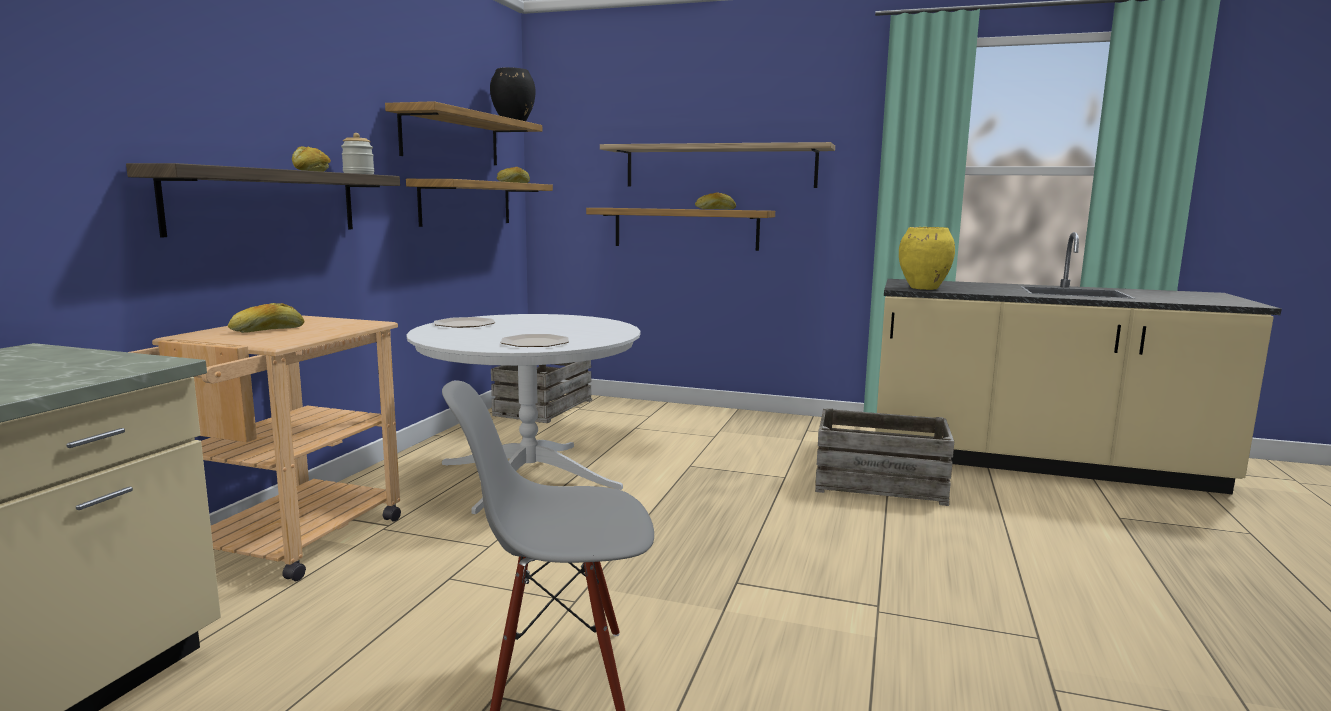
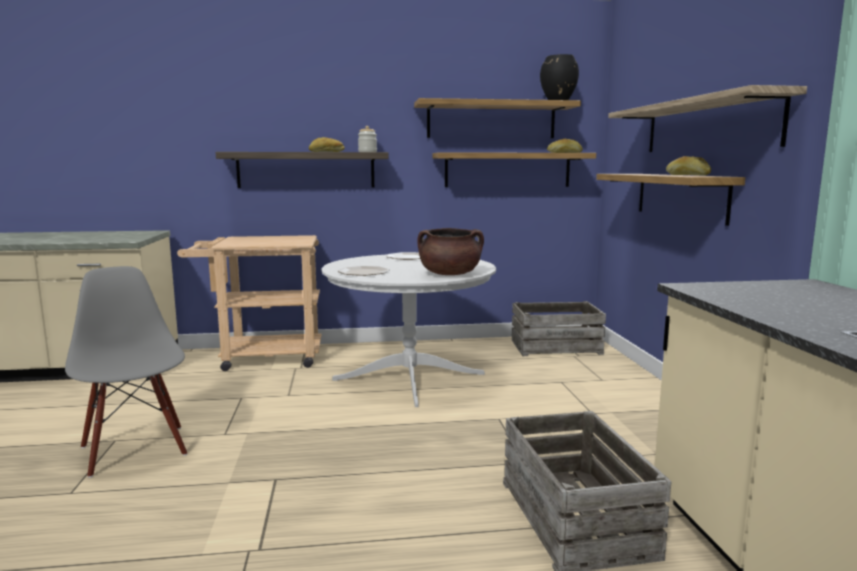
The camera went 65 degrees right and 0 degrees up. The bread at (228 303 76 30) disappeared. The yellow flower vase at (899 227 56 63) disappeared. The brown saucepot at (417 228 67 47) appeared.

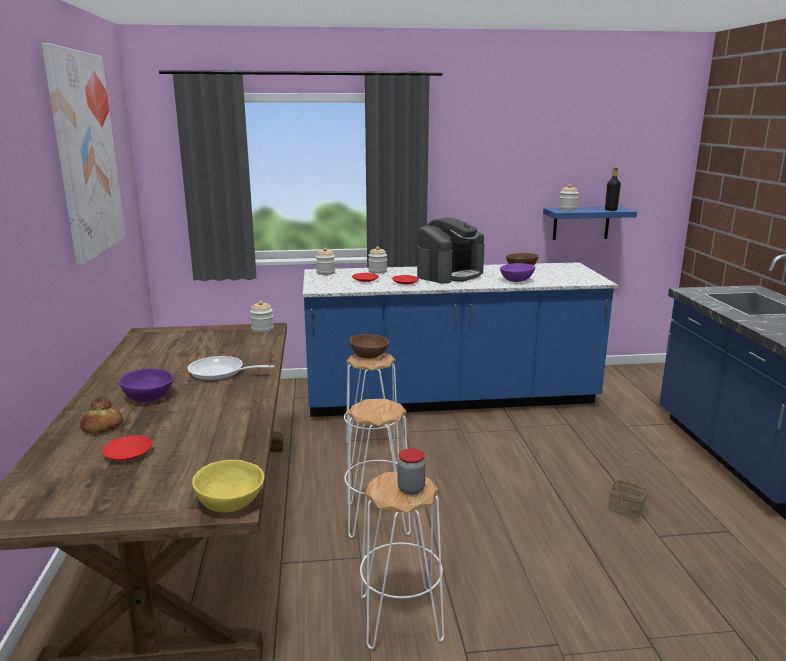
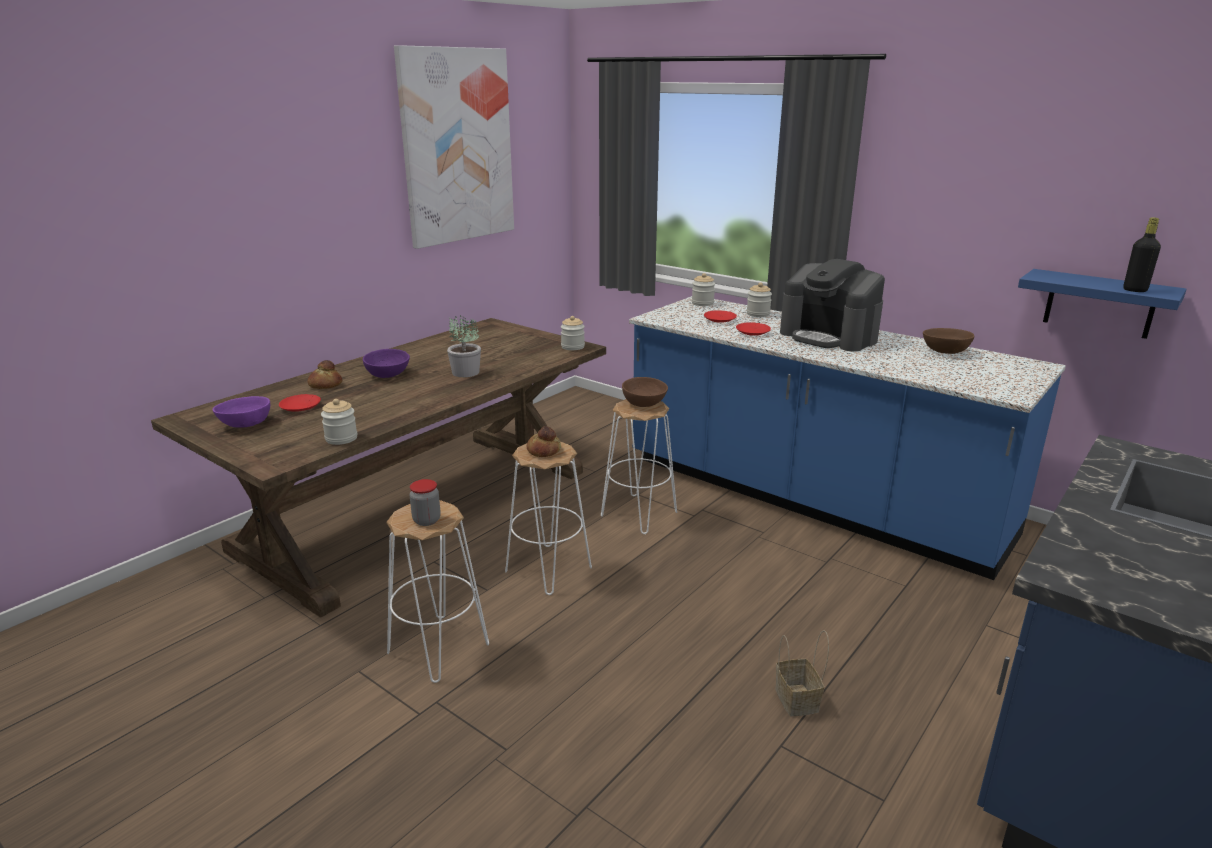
The camera went 45 degrees right and 5 degrees up. The pan at (187 356 88 24) was replaced by the houseplant at (447 315 34 62). The yellow serving bowl at (192 460 72 53) disappeared. The coffee machine at (417 218 68 66) turned 45 degrees clockwise. The purple-coloured serving bowl moved from (500 263 35 19) to (213 396 57 32). The preserve jar moved from (559 184 19 26) to (321 399 36 46). The bread at (527 426 34 31) appeared.

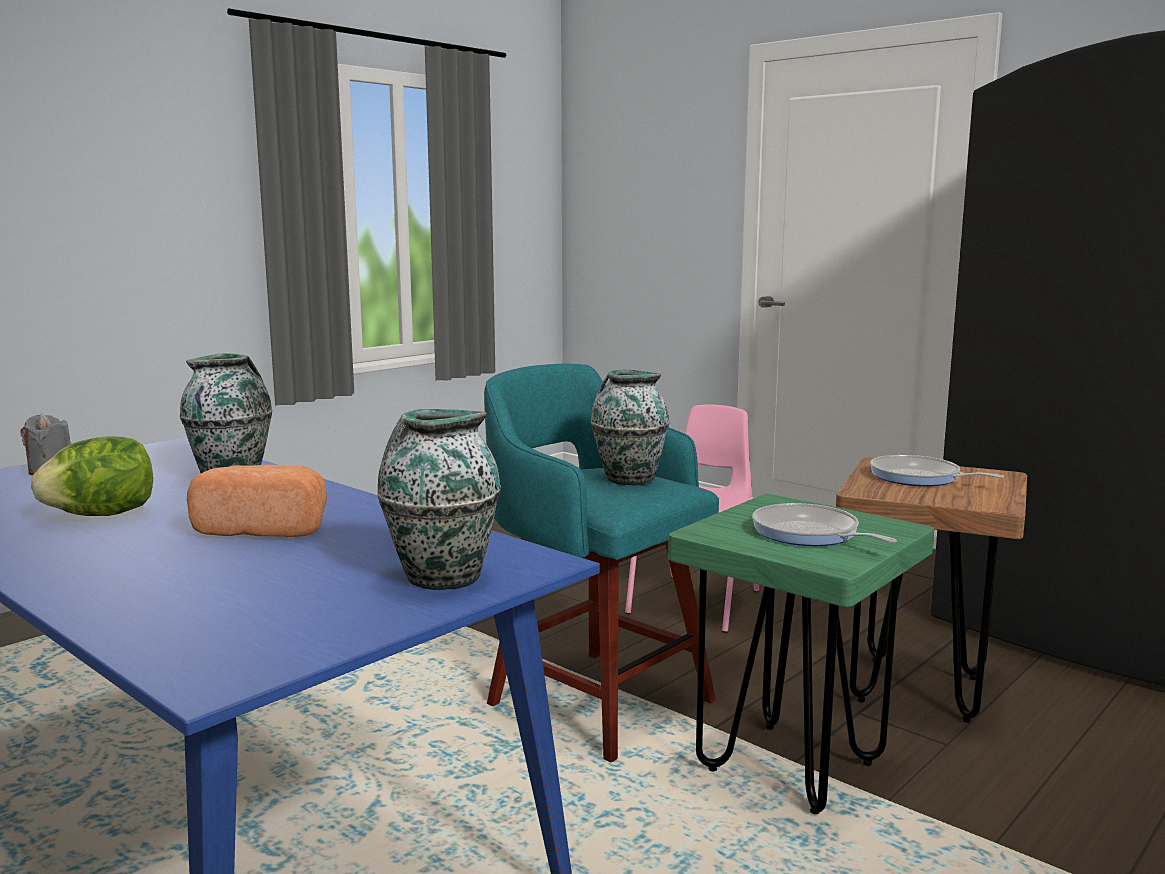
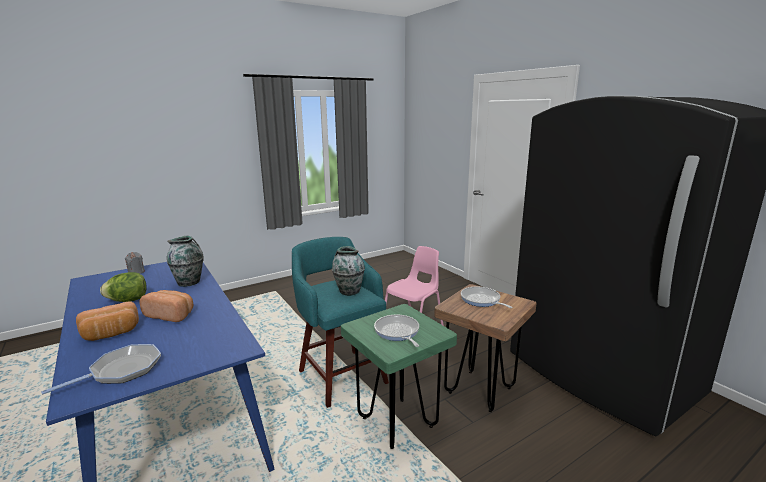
The camera went 15 degrees right and 5 degrees up. The flower vase at (377 409 124 181) disappeared. The pan at (41 344 120 51) appeared. The bread at (76 301 63 40) appeared.

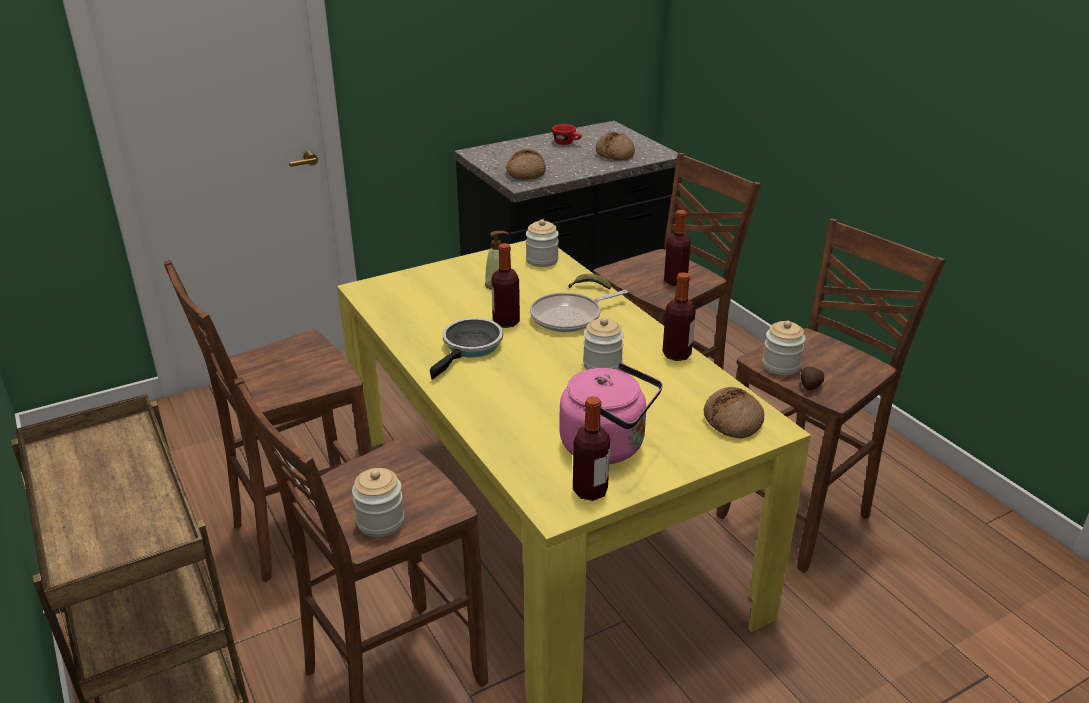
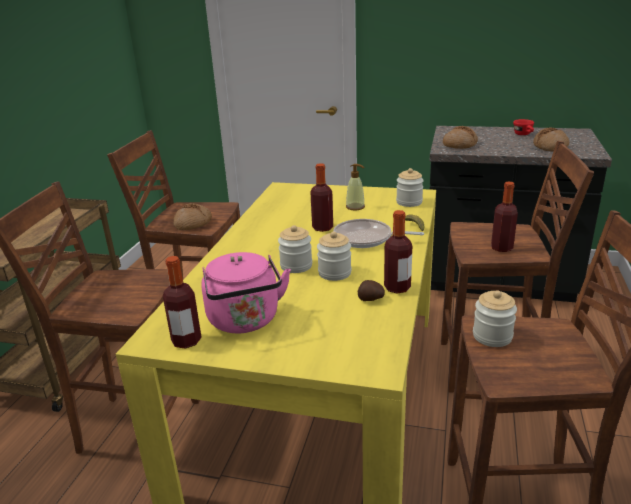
The camera went 45 degrees right and 5 degrees down. The preserve jar moved from (352 468 52 69) to (278 225 34 48). The pan at (430 318 73 62) disappeared. The bread moved from (704 387 60 51) to (173 203 39 27). The whole potato moved from (801 367 23 24) to (358 280 27 21).

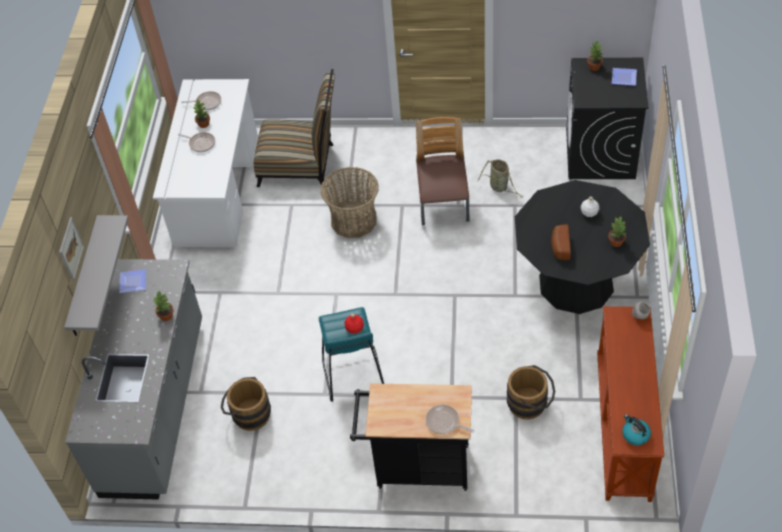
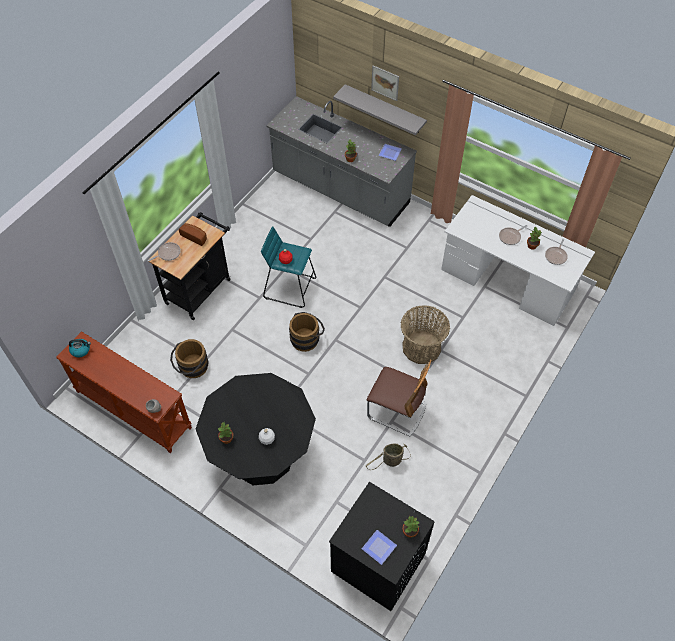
The camera went 115 degrees right and 5 degrees up. The brown bucket moved from (221 377 50 54) to (289 312 36 40). The plain chair at (254 69 81 119) disappeared. The bread moved from (551 225 20 35) to (179 223 28 23).

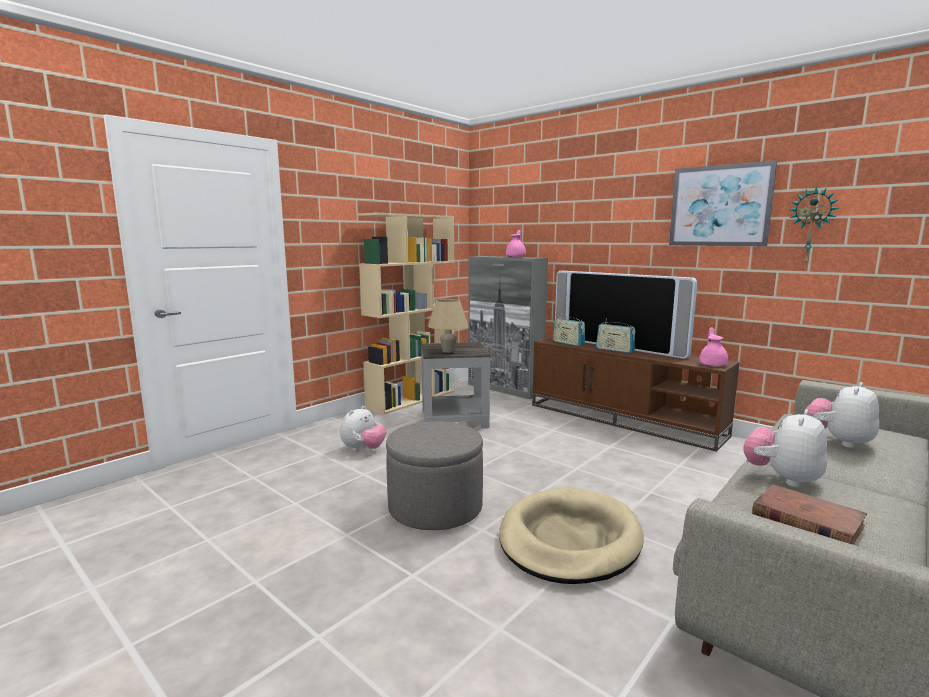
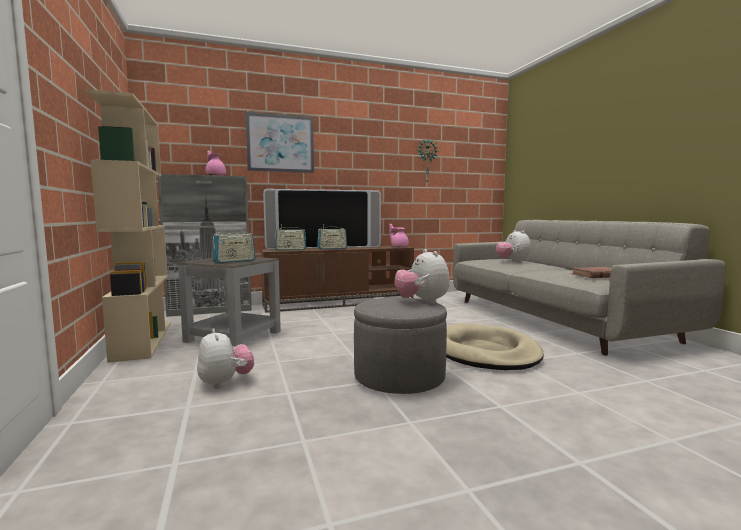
The camera went 60 degrees left and 5 degrees down. The beige-coloured tabletop lamp at (428 299 40 54) was replaced by the radio at (213 227 42 36). The picture moved from (669 160 108 86) to (246 112 68 61). The cuddly toy moved from (743 409 84 78) to (394 249 56 55).

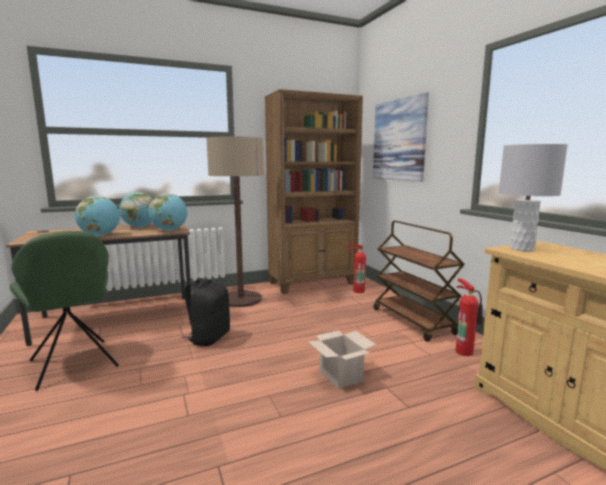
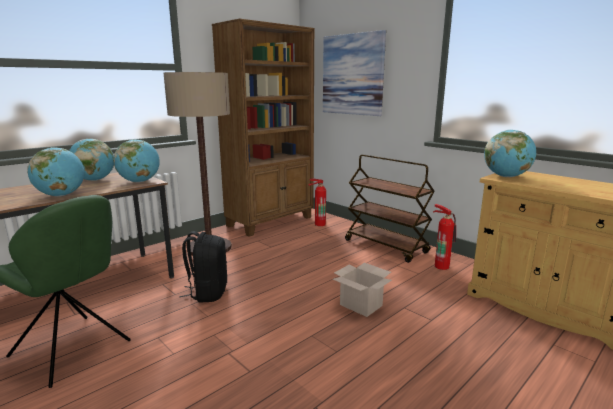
The camera went 20 degrees left and 5 degrees up. The greyish tabletop lamp at (499 144 69 108) was replaced by the desk globe at (484 130 52 47).

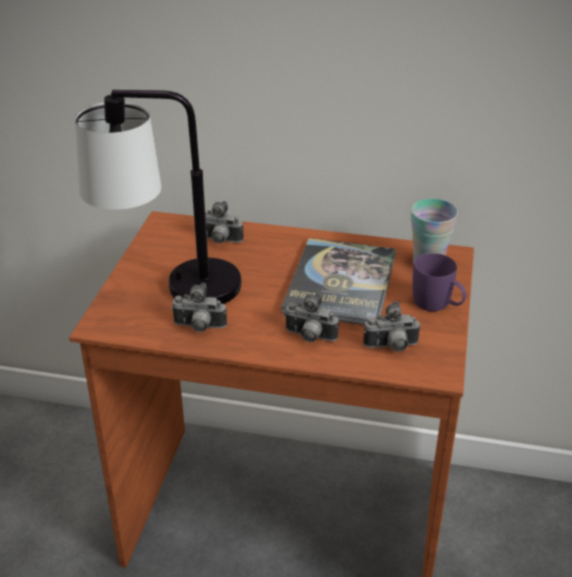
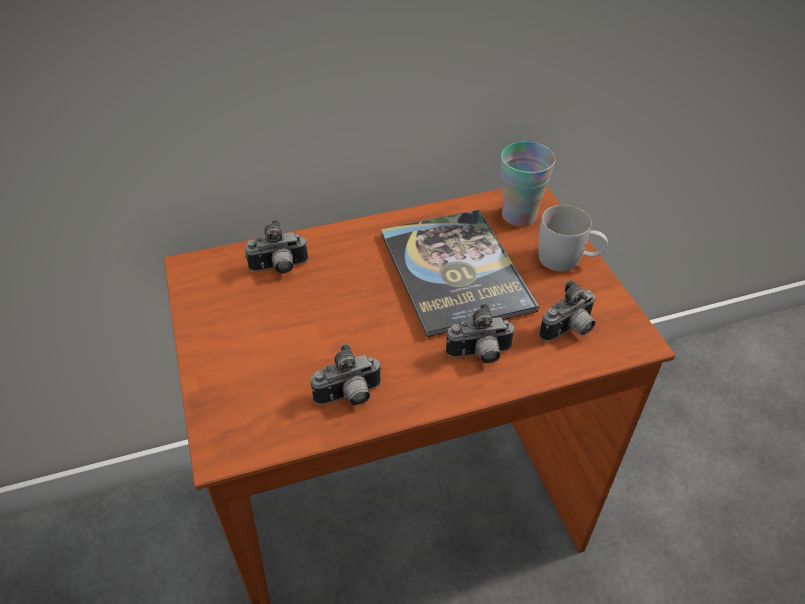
The camera went 30 degrees left and 10 degrees up. The tabletop lamp at (75 90 167 214) disappeared. The purple-coloured mug at (412 253 54 58) became the whitish mug at (538 205 70 67).

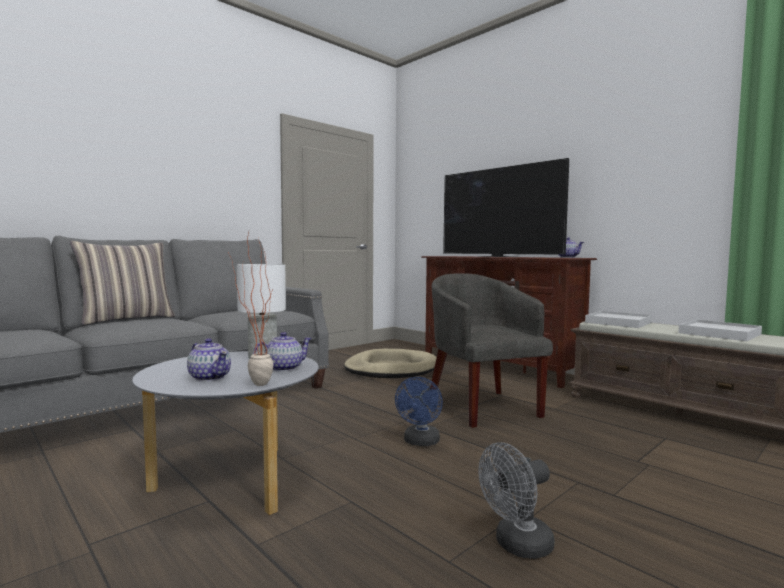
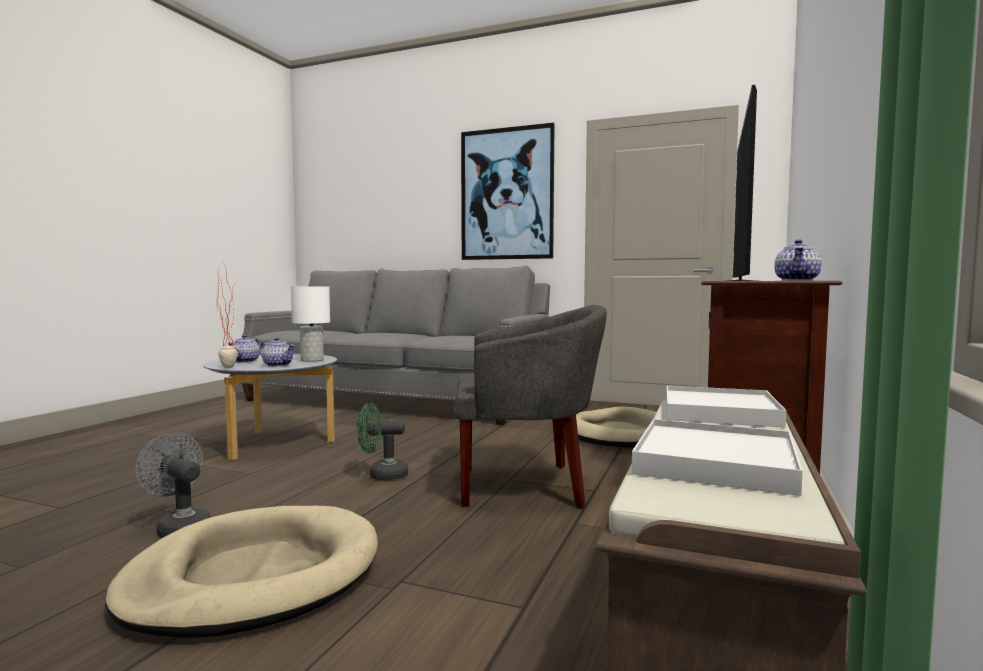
The camera went 65 degrees right and 0 degrees up. The cushion at (70 241 105 84) disappeared. The bluish electric fan at (395 377 48 69) became the greenish electric fan at (357 403 51 77). The greyish easy chair at (430 273 123 155) turned 45 degrees clockwise. The beige-coloured dog cushion at (105 506 273 132) appeared. The picture at (461 123 94 137) appeared.

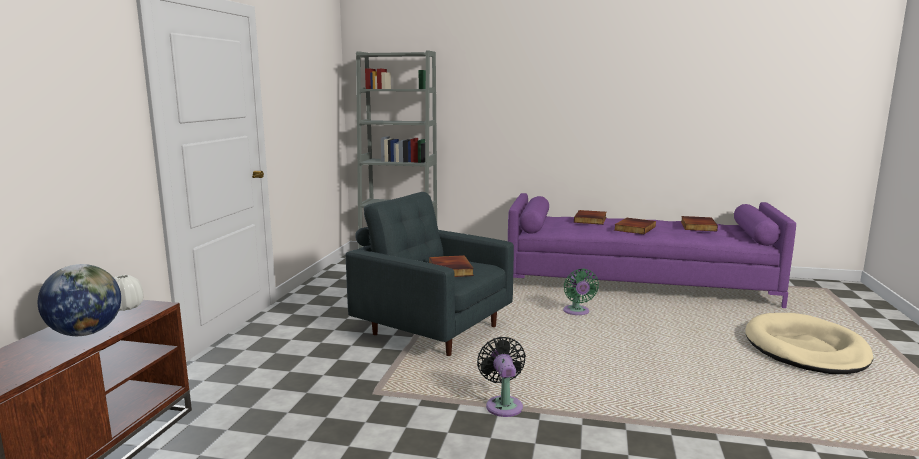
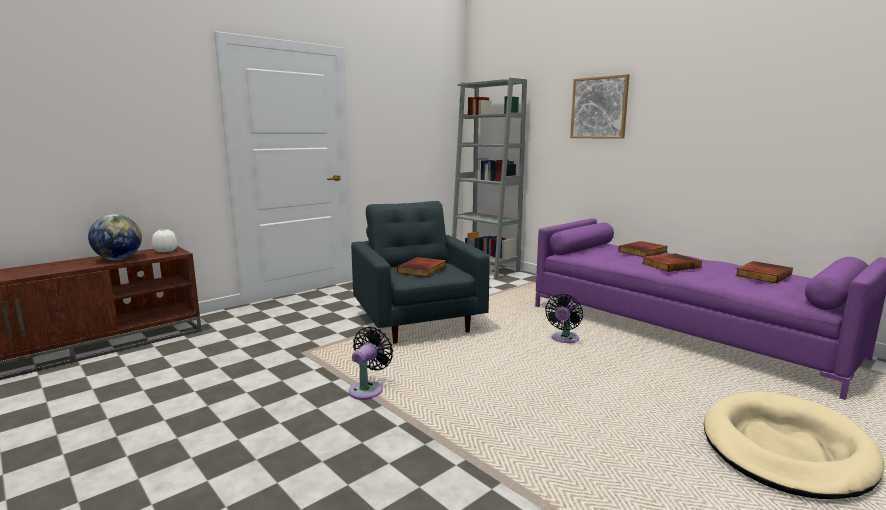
The camera went 35 degrees right and 0 degrees up. The greenish electric fan at (563 269 36 46) became the black electric fan at (545 294 38 49). The picture at (570 74 59 65) appeared.

